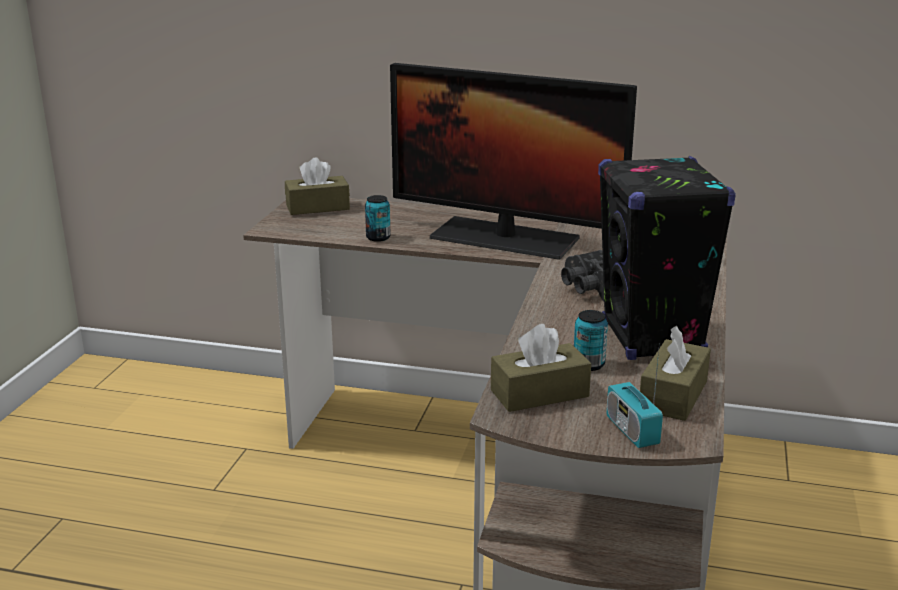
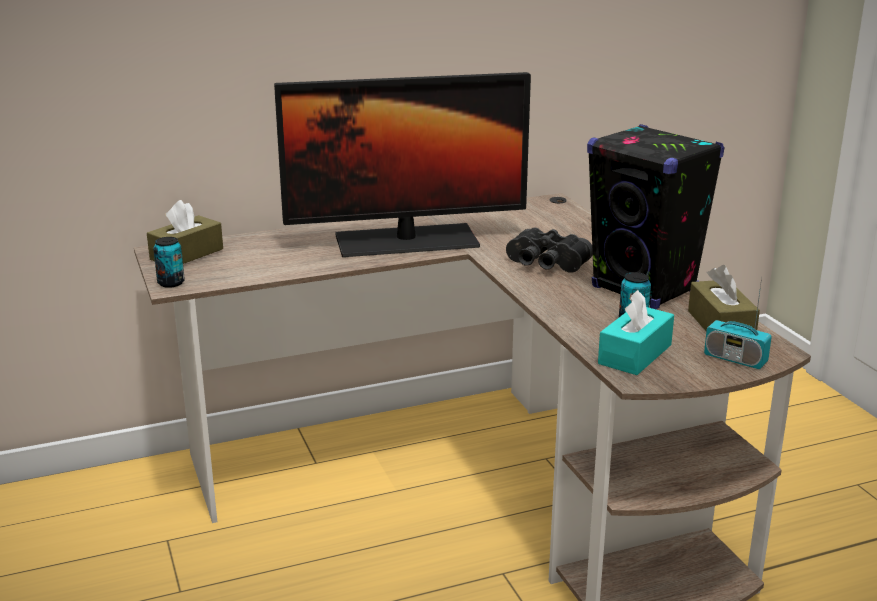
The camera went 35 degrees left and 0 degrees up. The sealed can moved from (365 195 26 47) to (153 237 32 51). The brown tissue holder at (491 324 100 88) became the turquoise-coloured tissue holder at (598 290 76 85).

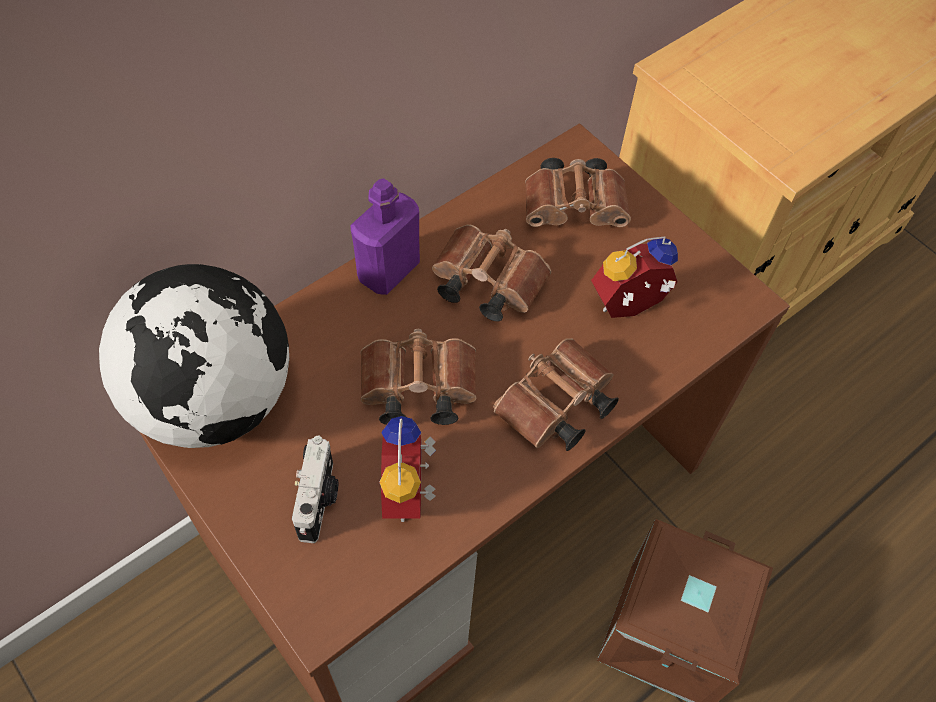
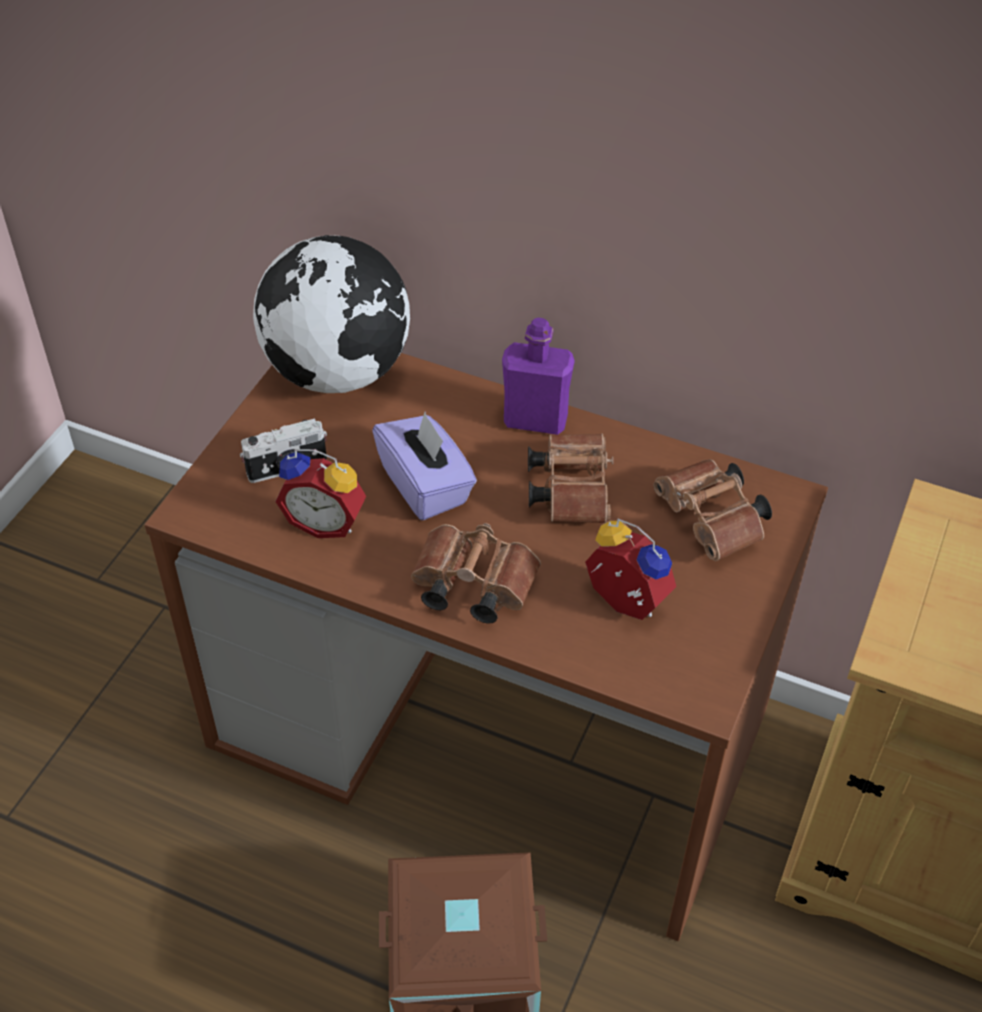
The camera went 65 degrees right and 10 degrees down. The brown binoculars at (360 329 116 96) was replaced by the purple-coloured tissue holder at (372 412 105 108). The table clock at (379 416 57 106) turned 135 degrees counterclockwise.

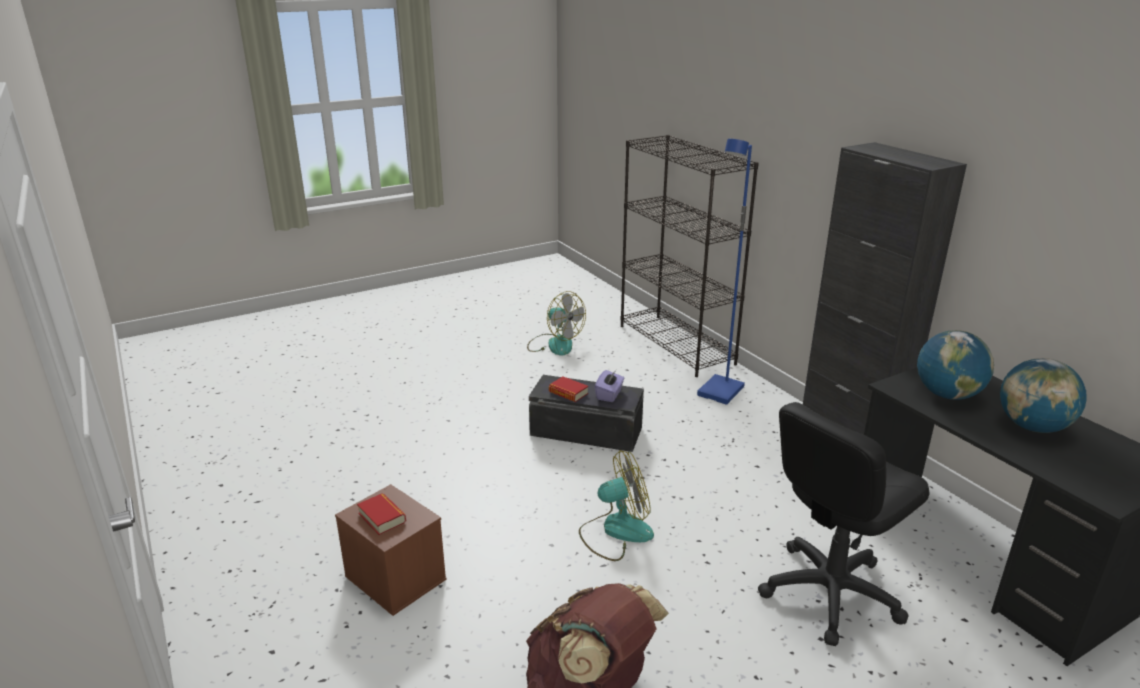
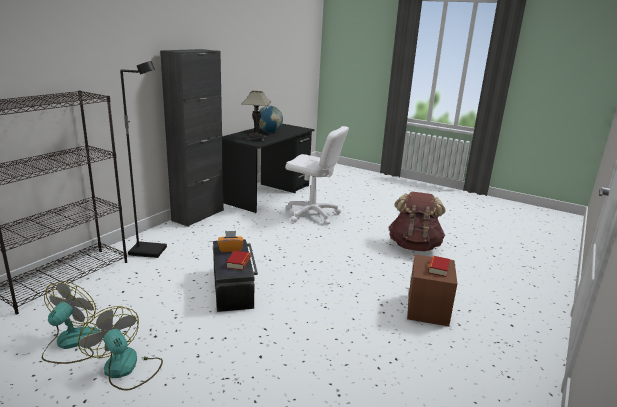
The camera went 120 degrees left and 5 degrees down. The electric fan moved from (579 450 75 111) to (78 306 85 85). The purple-coloured tissue holder at (595 370 29 32) became the orange-coloured tissue holder at (218 231 26 21). The bluish floor lamp at (697 139 55 266) became the black floor lamp at (120 61 47 197). The black desk chair at (758 402 171 244) became the whitish desk chair at (285 126 64 99). The desk globe at (917 330 77 70) was replaced by the tabletop lamp at (241 91 31 50).

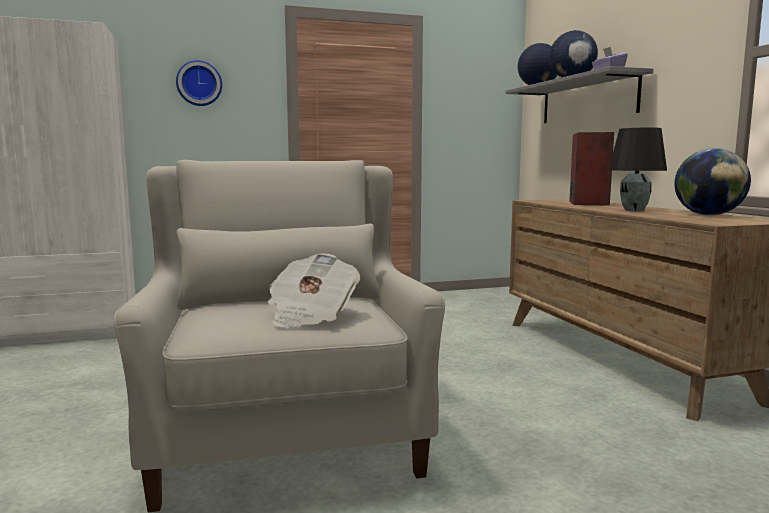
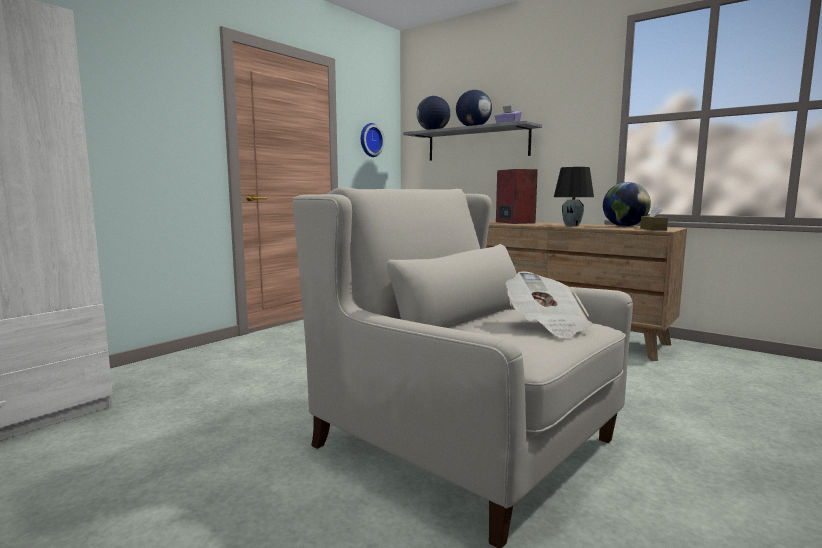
The camera went 35 degrees left and 0 degrees up. The hanging clock moved from (176 60 46 46) to (361 123 24 34). The brown tissue holder at (640 204 28 27) appeared.

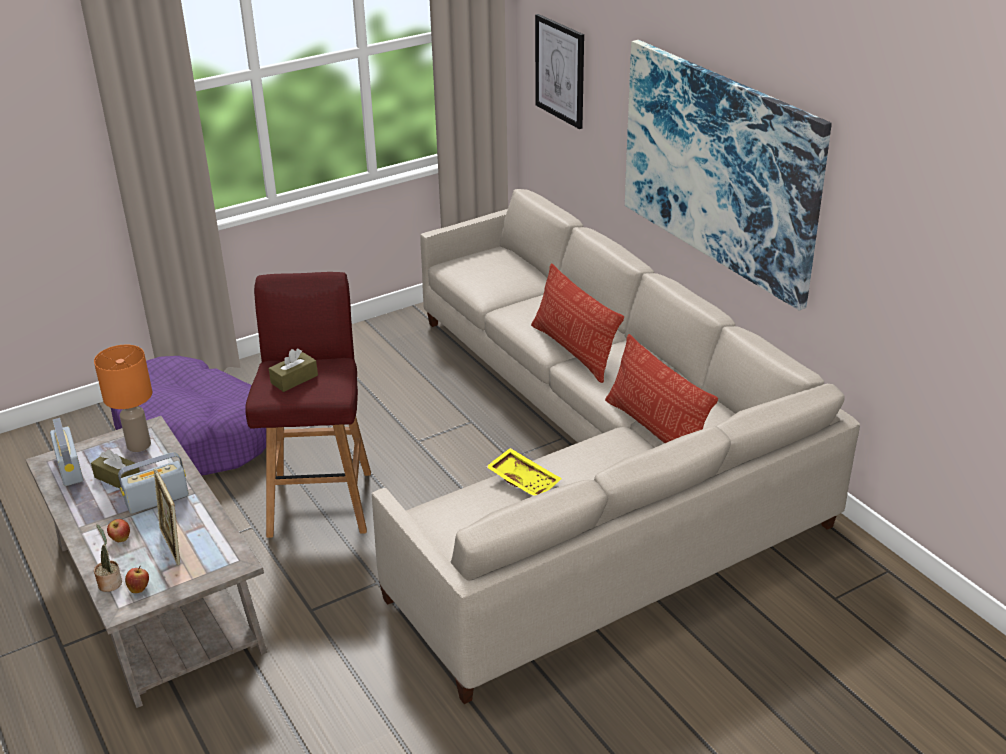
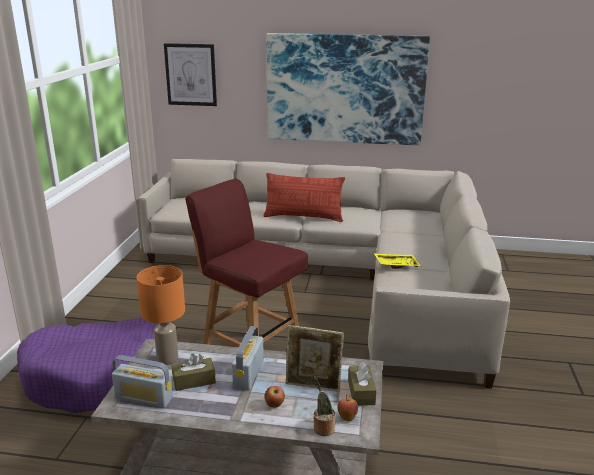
The camera went 50 degrees left and 10 degrees down. The brown tissue holder moved from (269 349 49 43) to (348 361 28 45). The cushion at (605 334 113 109) disappeared.

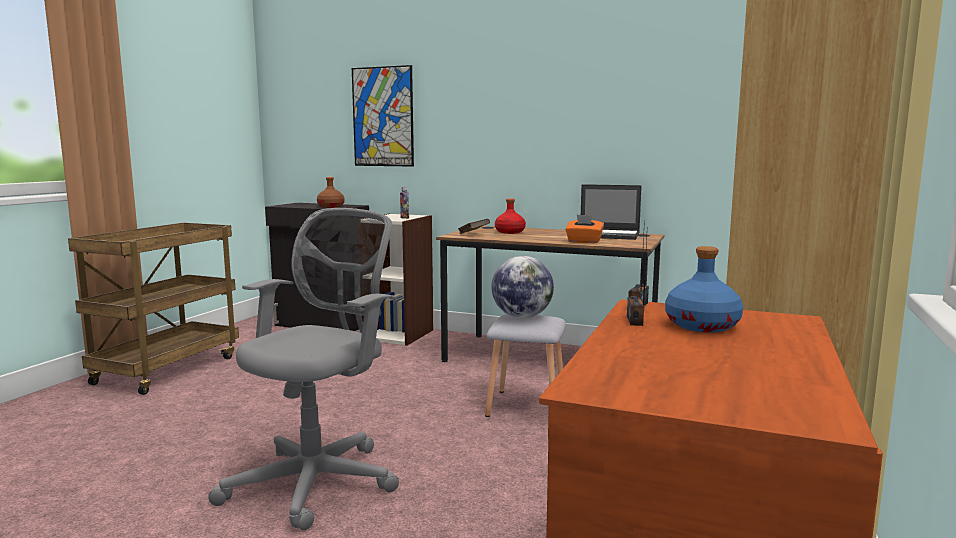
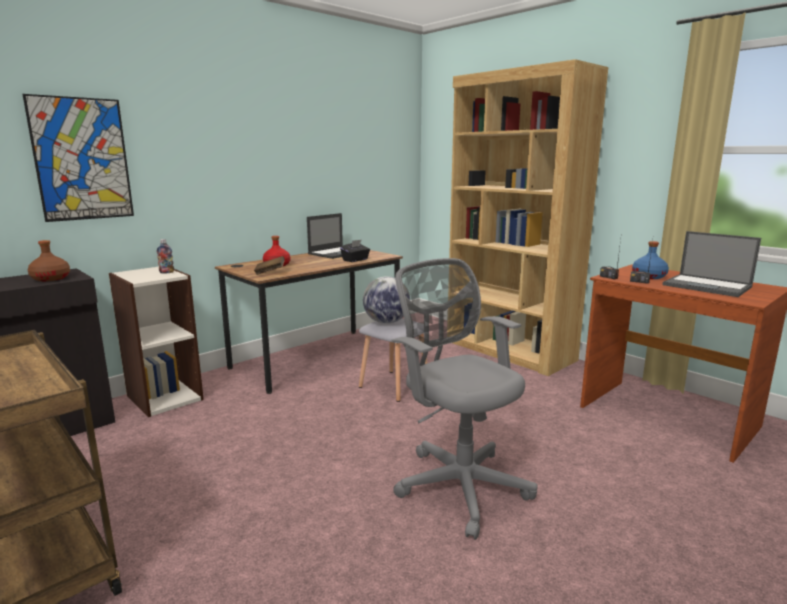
The camera went 65 degrees left and 5 degrees up. The orange-coloured tissue holder at (565 215 39 28) became the black tissue holder at (340 239 30 23). The notebook computer at (662 231 99 66) appeared.

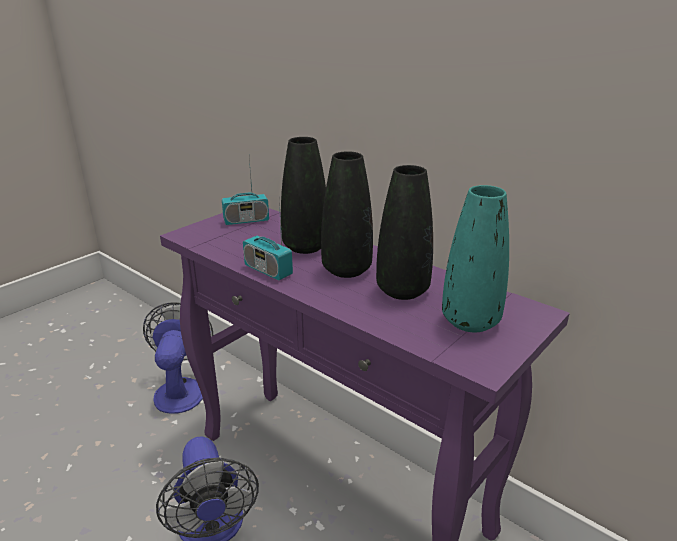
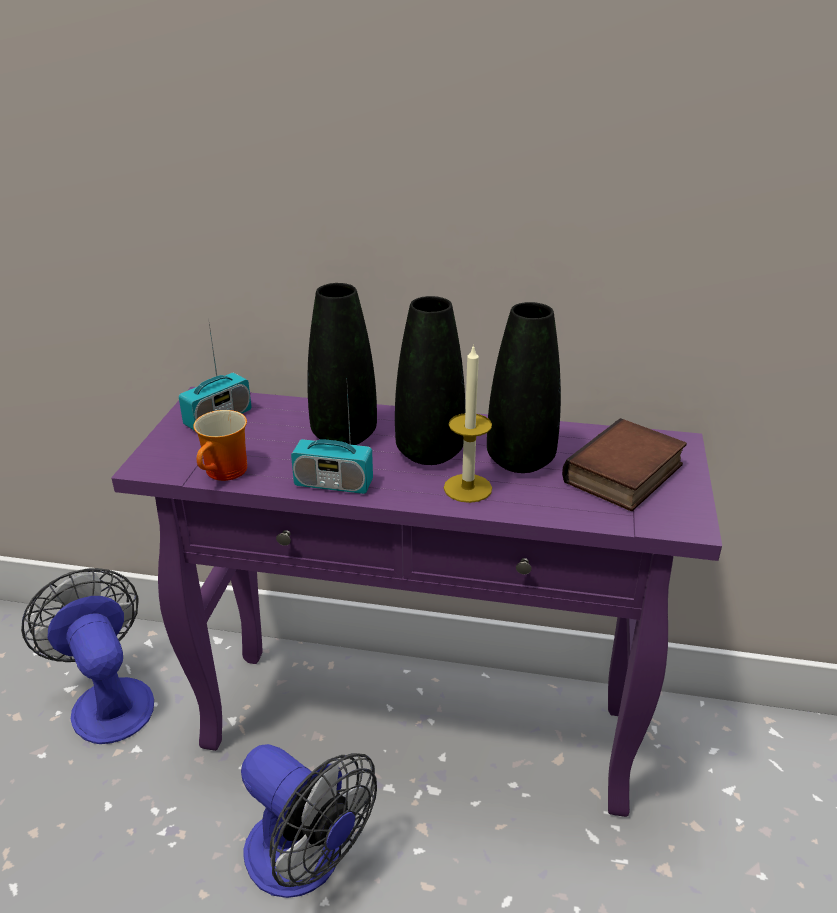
The camera went 30 degrees left and 5 degrees up. The turquoise-coloured flower vase at (442 185 67 147) was replaced by the bound book at (562 418 125 93). The mug at (193 410 54 71) appeared. The candle at (444 344 48 159) appeared.

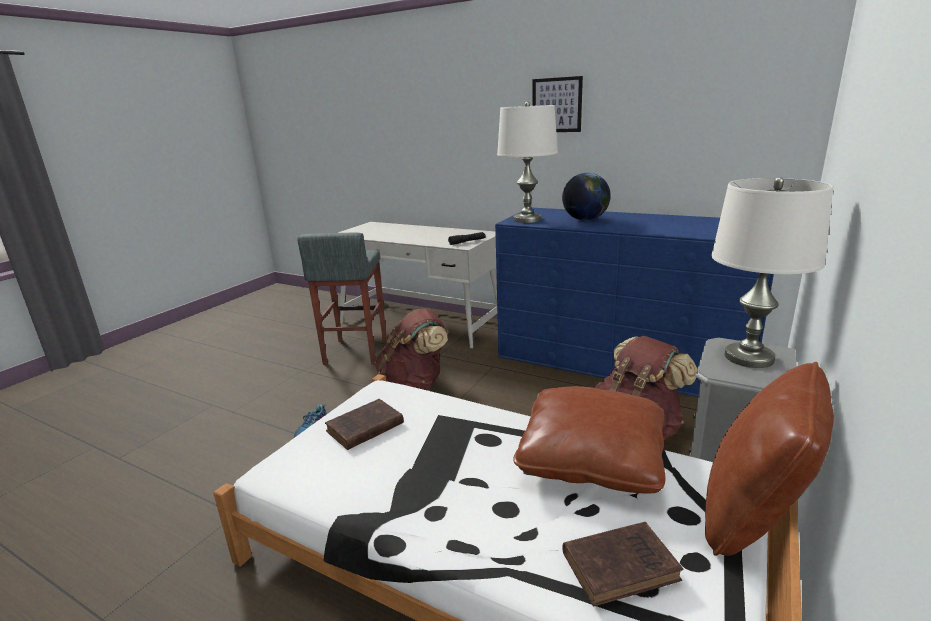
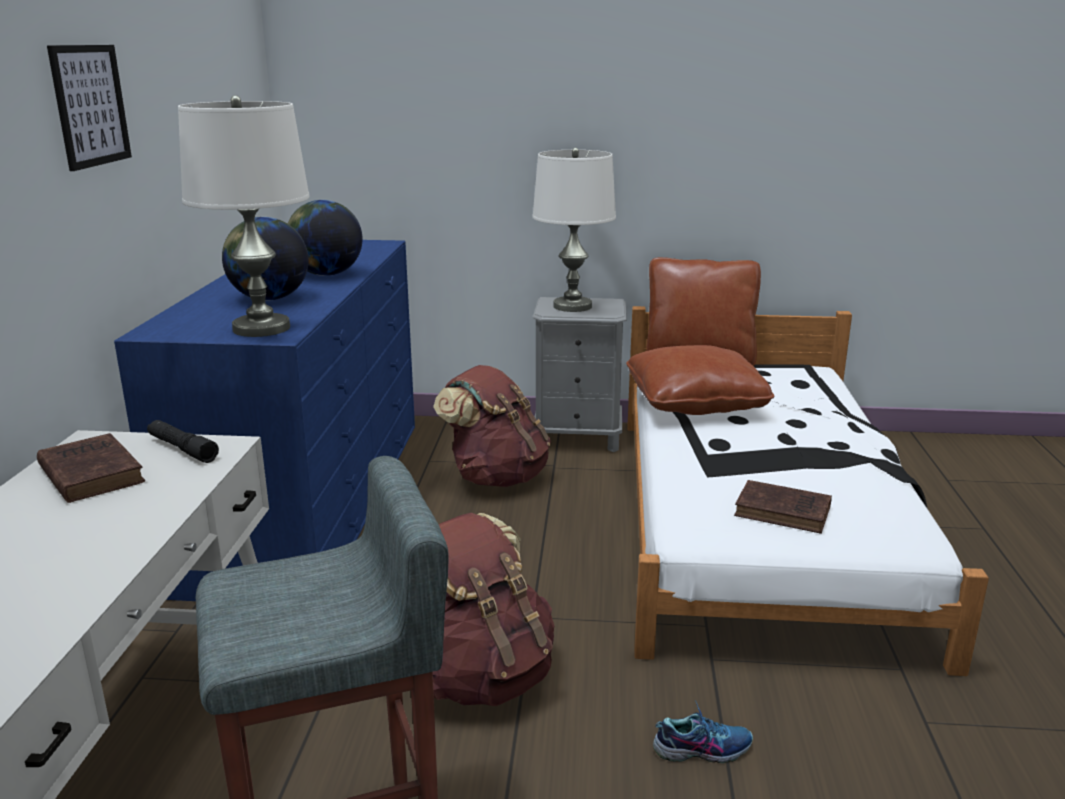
The camera went 115 degrees left and 0 degrees up. The brown bound book moved from (563 522 120 85) to (37 433 108 70). The desk globe at (288 200 74 76) appeared.

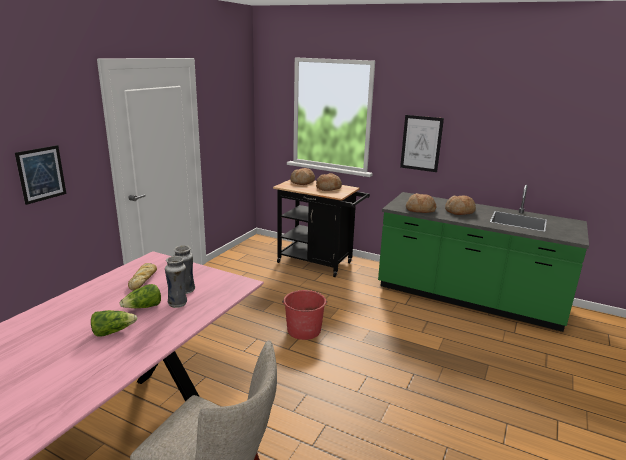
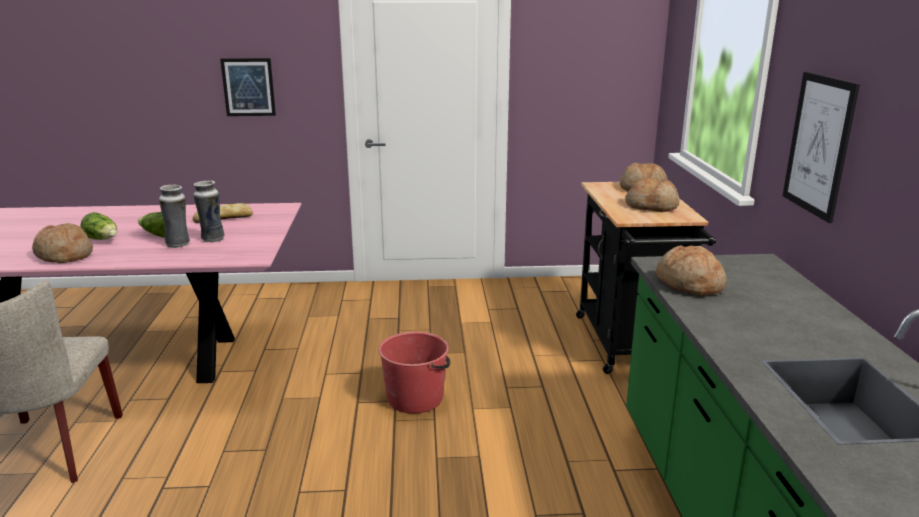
The camera went 60 degrees right and 0 degrees up. The bread moved from (445 196 31 19) to (32 223 61 40).

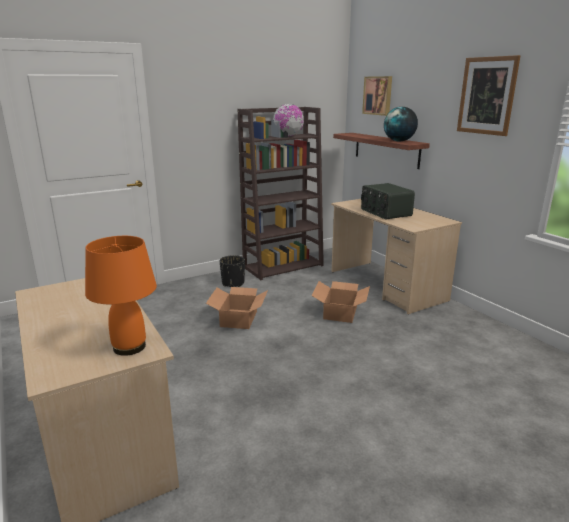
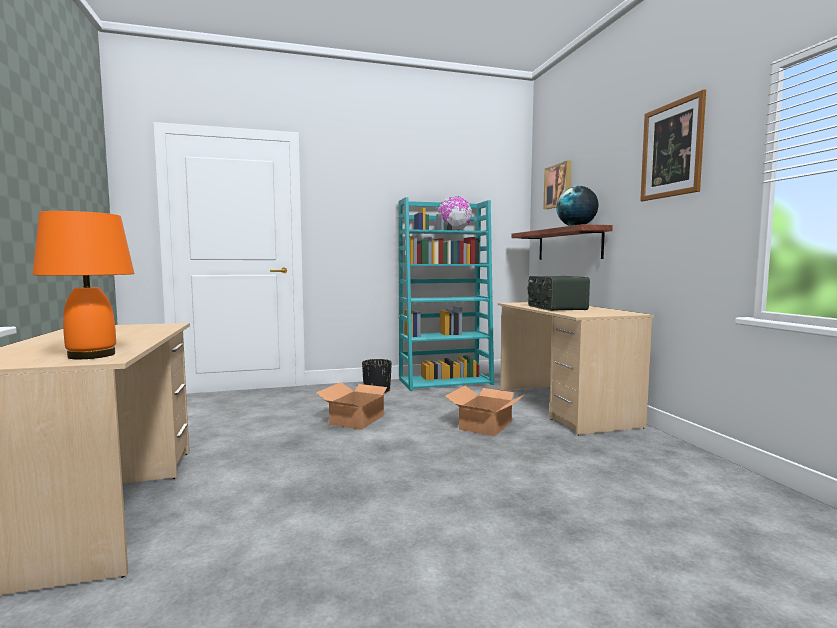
The camera went 15 degrees right and 15 degrees down. The brown shelving unit at (238 107 86 173) became the turquoise-coloured shelving unit at (398 197 96 194).

